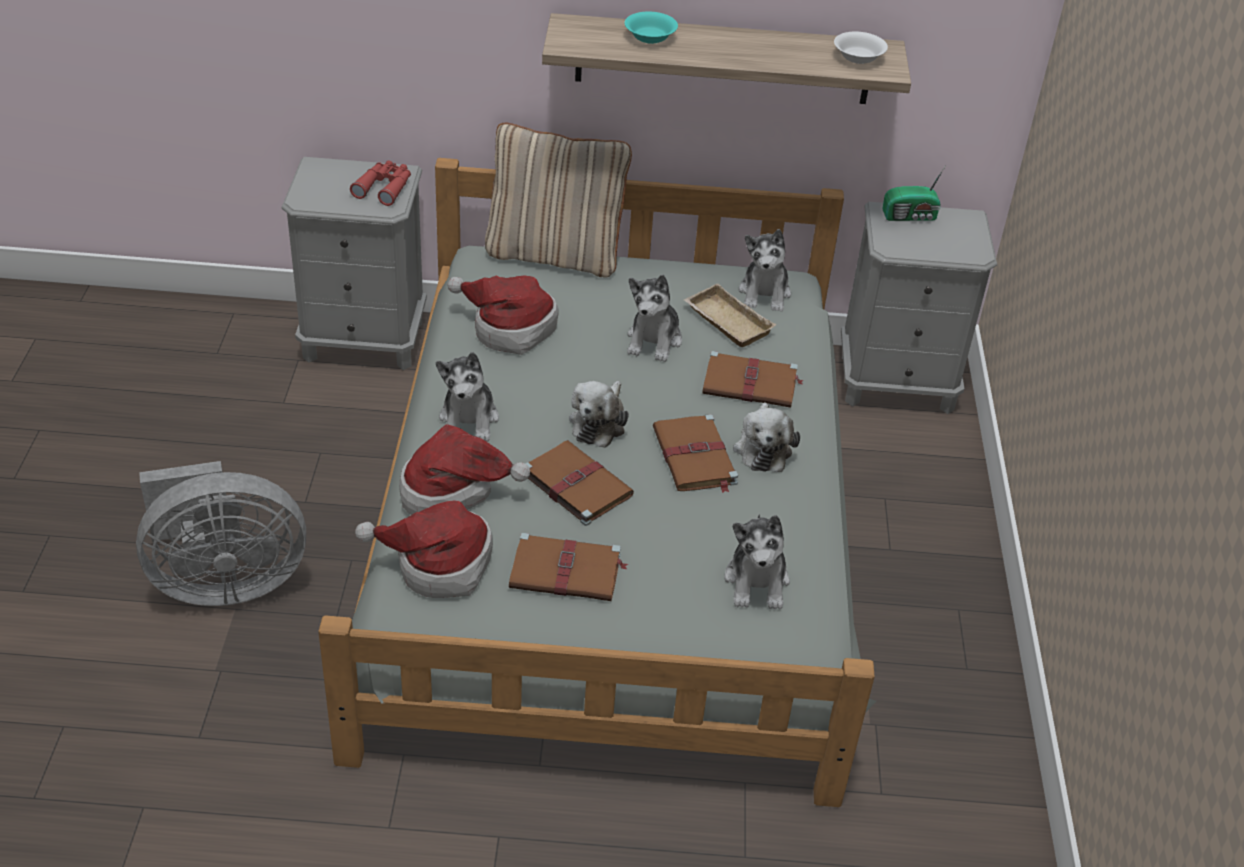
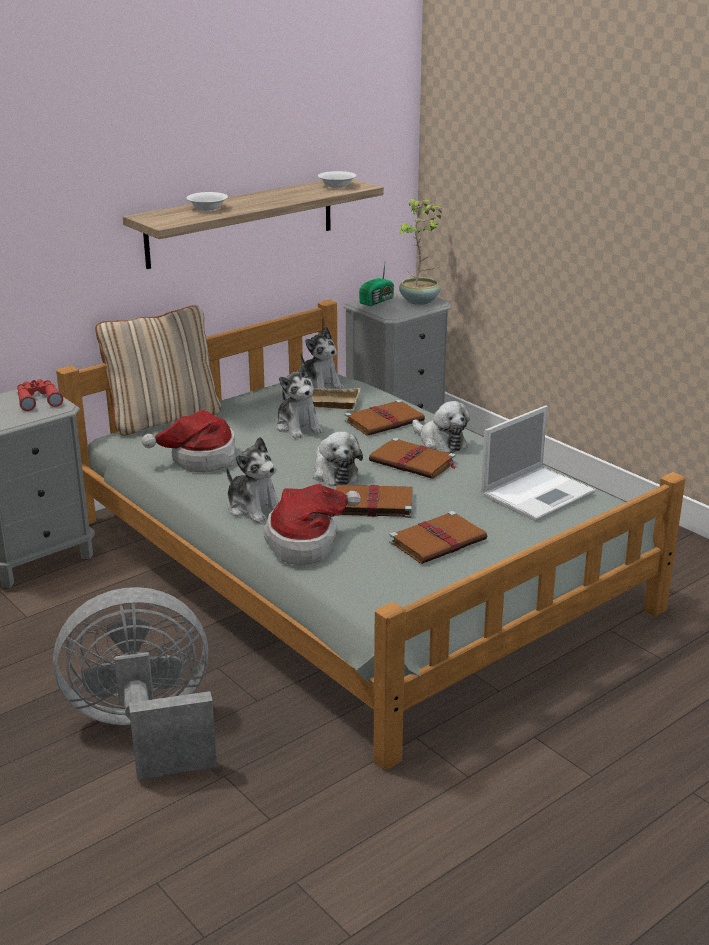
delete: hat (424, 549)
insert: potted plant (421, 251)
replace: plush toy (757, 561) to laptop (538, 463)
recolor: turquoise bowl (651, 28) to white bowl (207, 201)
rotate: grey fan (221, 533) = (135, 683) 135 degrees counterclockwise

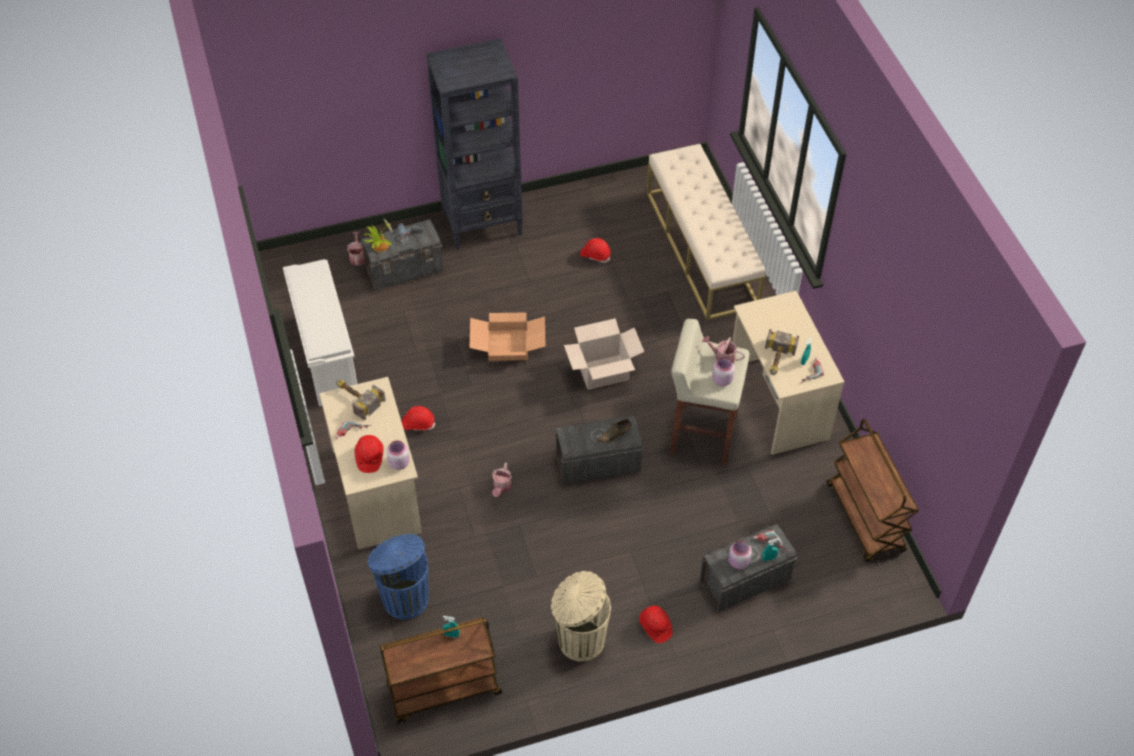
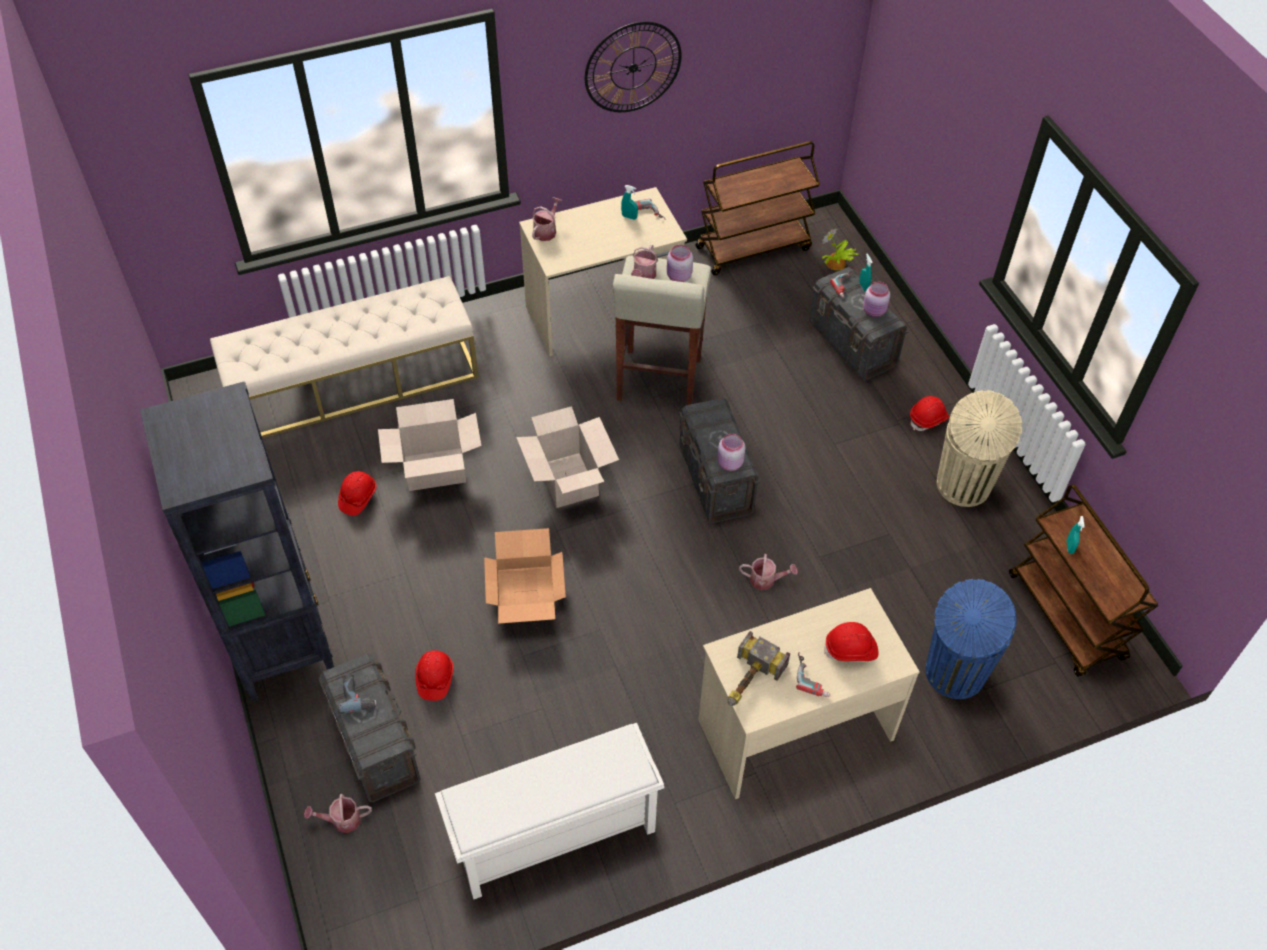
delete: brown shoe (614, 431); hammer (782, 352)
insert: cardboard box (429, 445); watering can (547, 219); wall clock (633, 67)
move: red hard hat (419, 418) to (434, 675); pink jar (398, 455) to (731, 452); potted plant (378, 235) to (840, 249)

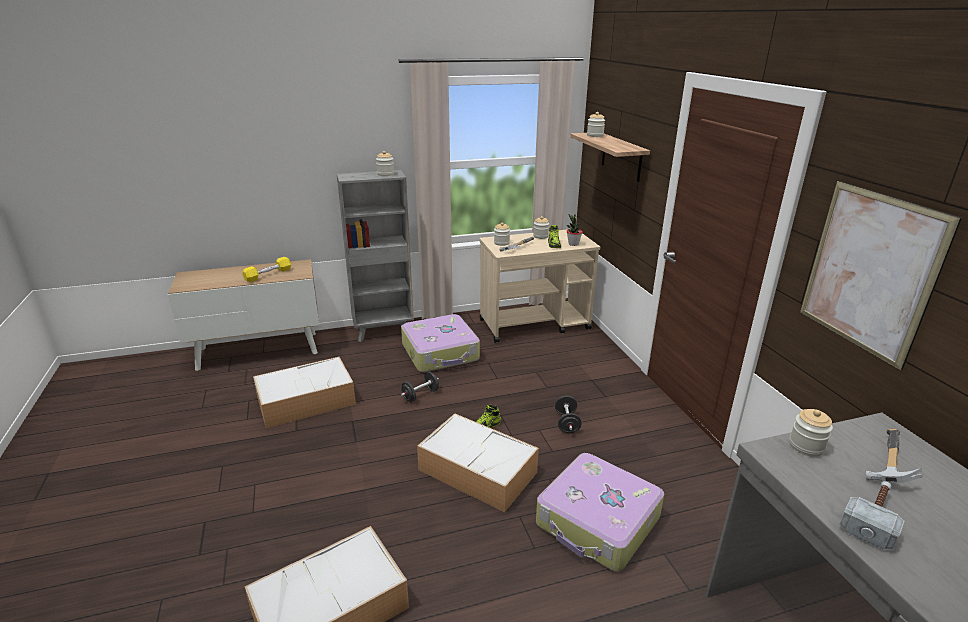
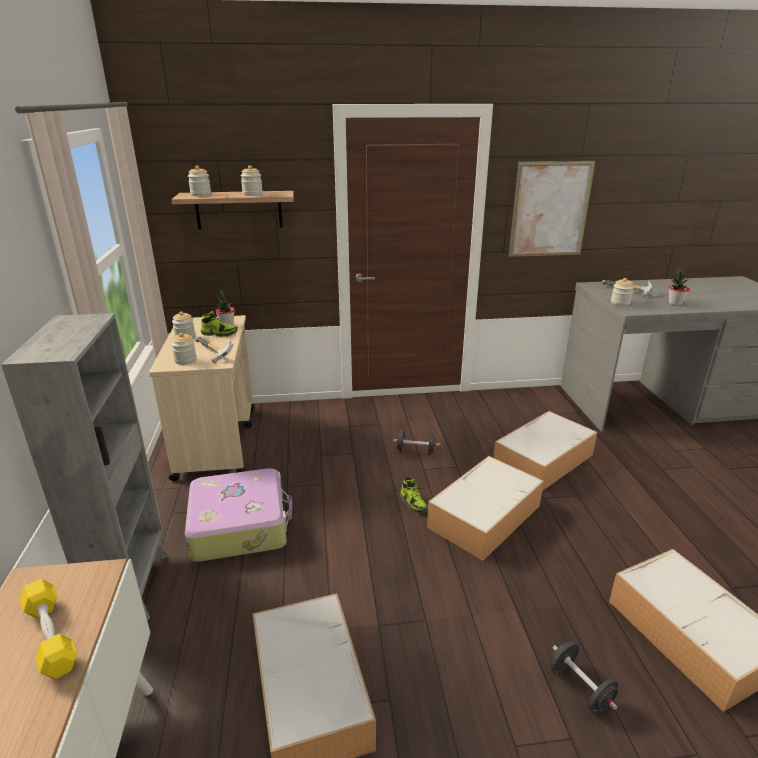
move: jar (385, 163) to (251, 180); black dumbbell (420, 387) to (584, 677)
replace: suitcase (600, 512) to storage box (545, 451); hammer (871, 515) to potted plant (679, 286)

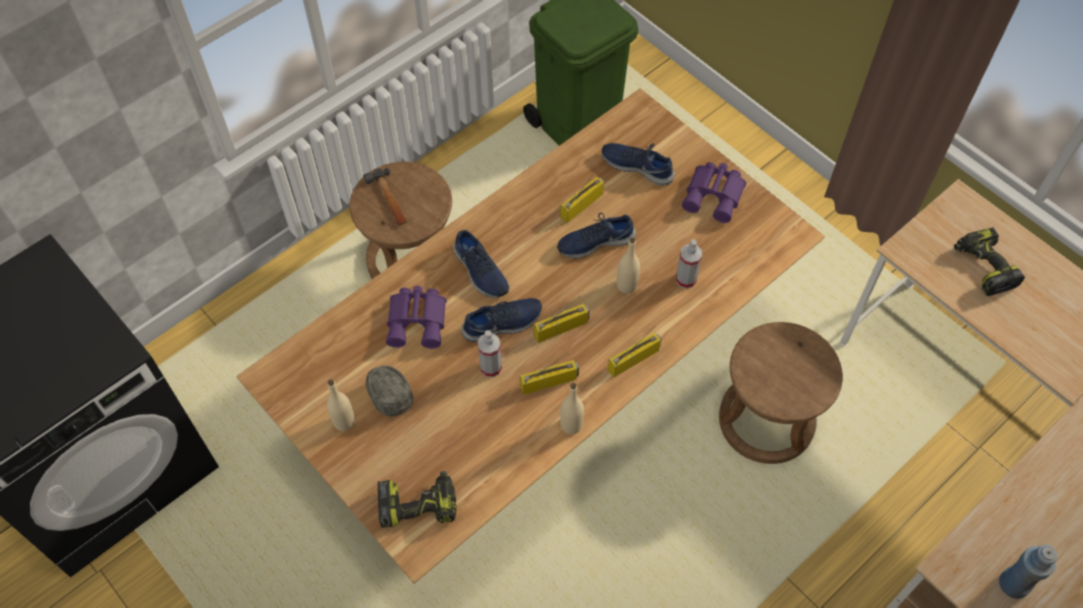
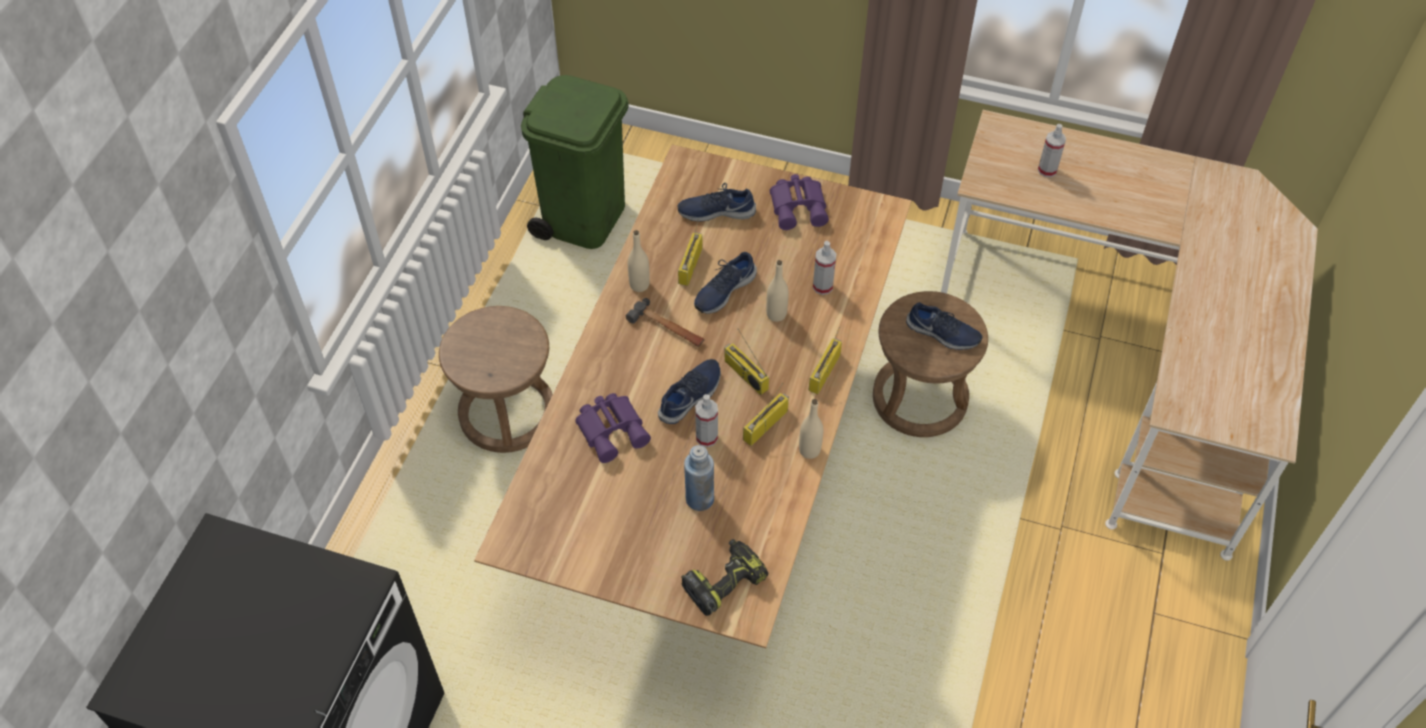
delete: grey cap (389, 391)
move: hammer (385, 196) to (665, 322); beige bottle (341, 405) to (639, 261); blue bottle (1028, 571) to (699, 478); blue shoe (481, 264) to (944, 326)
replace: power drill (989, 261) to spray bottle (1052, 150)
rotate: radio (562, 319) = (746, 362) 75 degrees counterclockwise

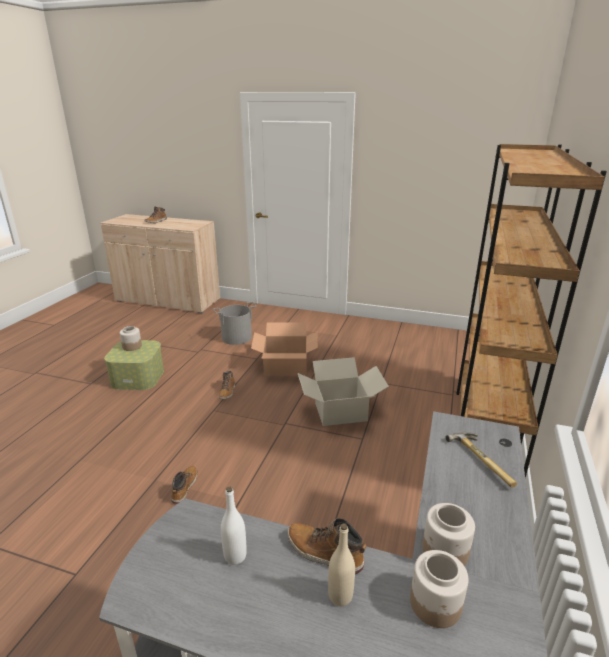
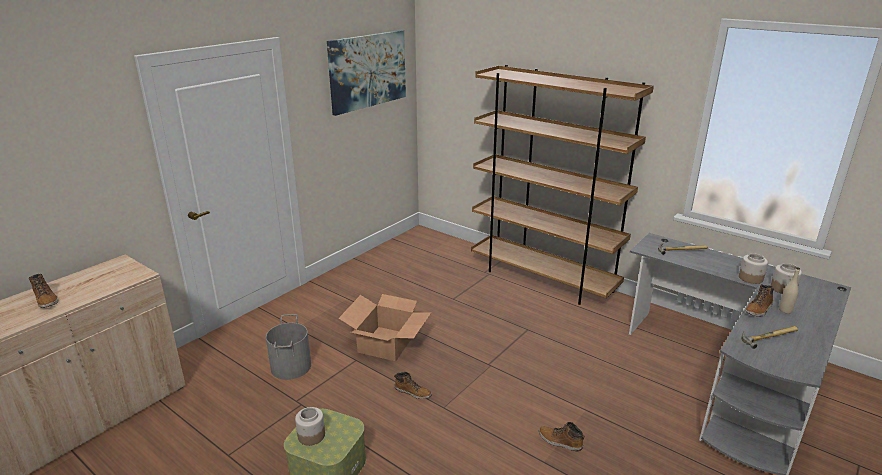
delete: cardboard box (343, 391)
insert: picture (366, 73)
replace: white bottle (234, 526) to hammer (769, 337)

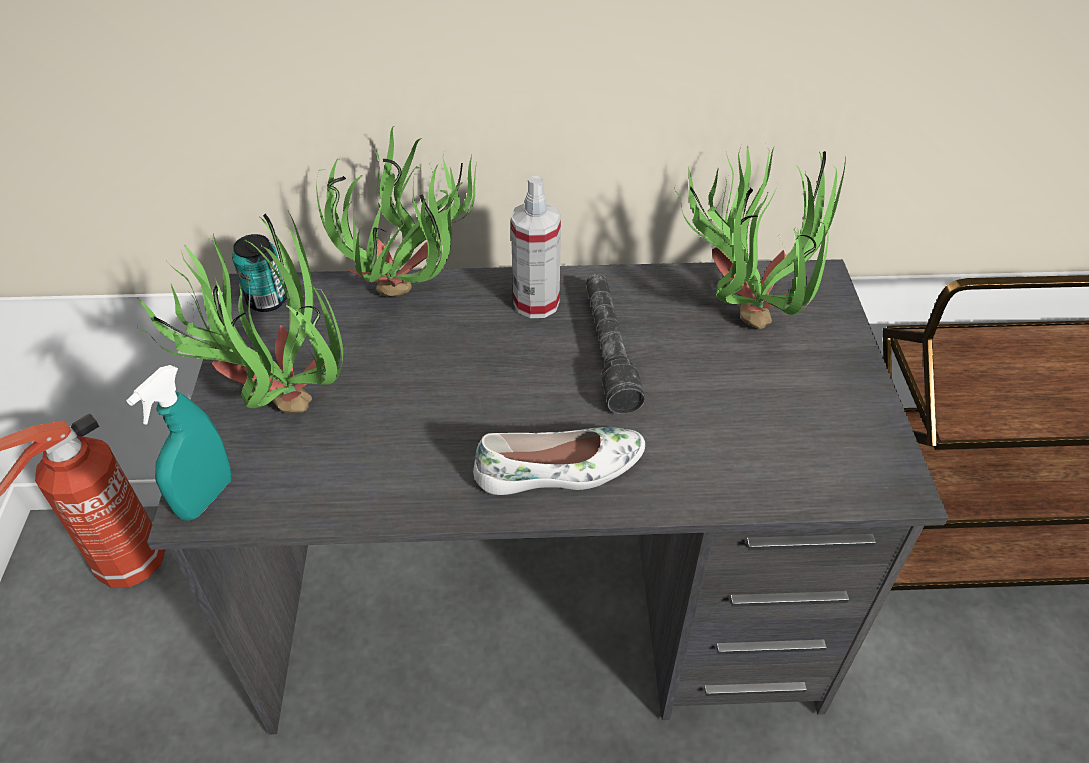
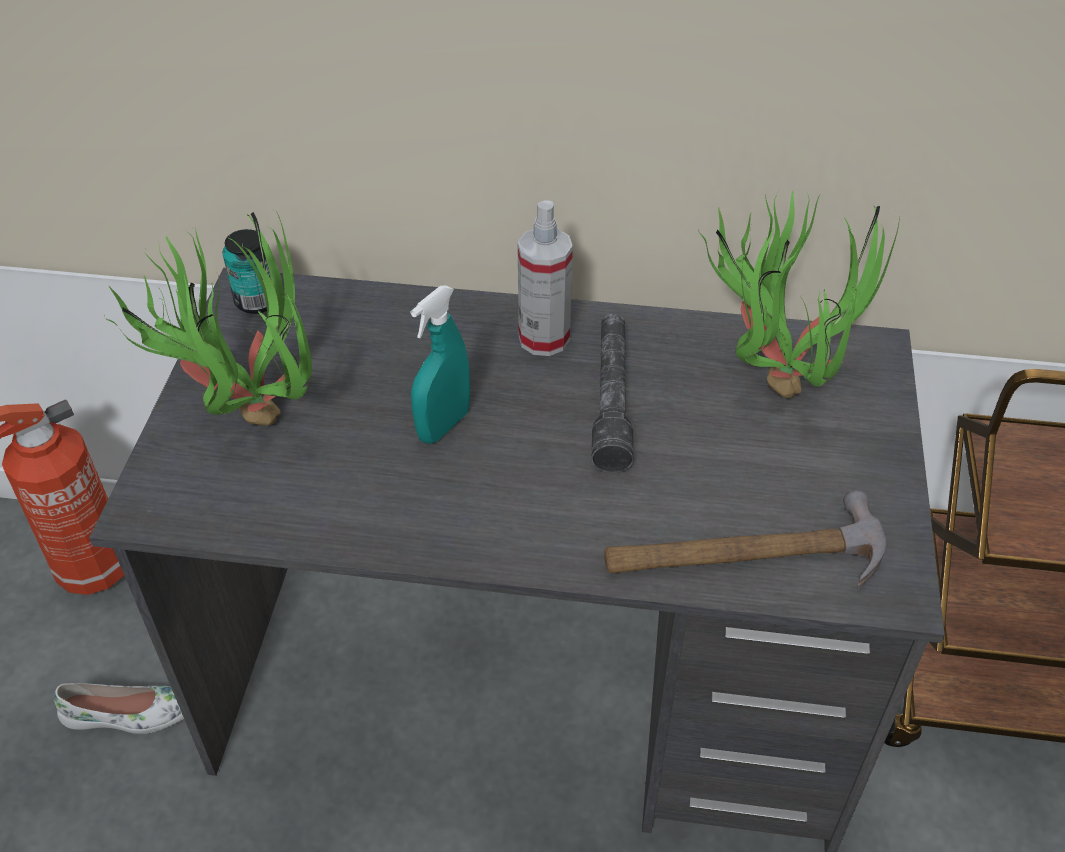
delete: potted plant (396, 211)
insert: hammer (745, 540)
move: white shoe (559, 461) to (119, 708); turquoise spray bottle (178, 443) to (440, 364)

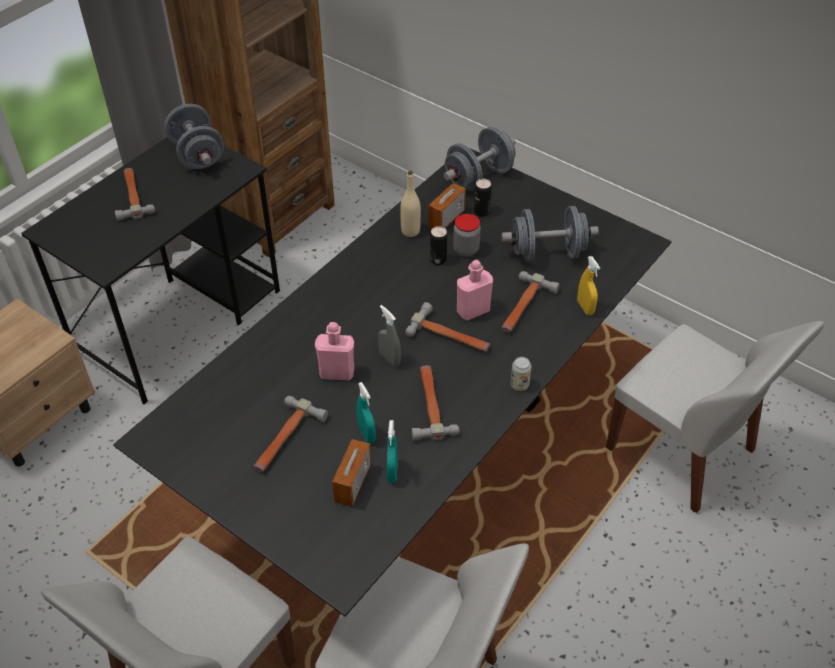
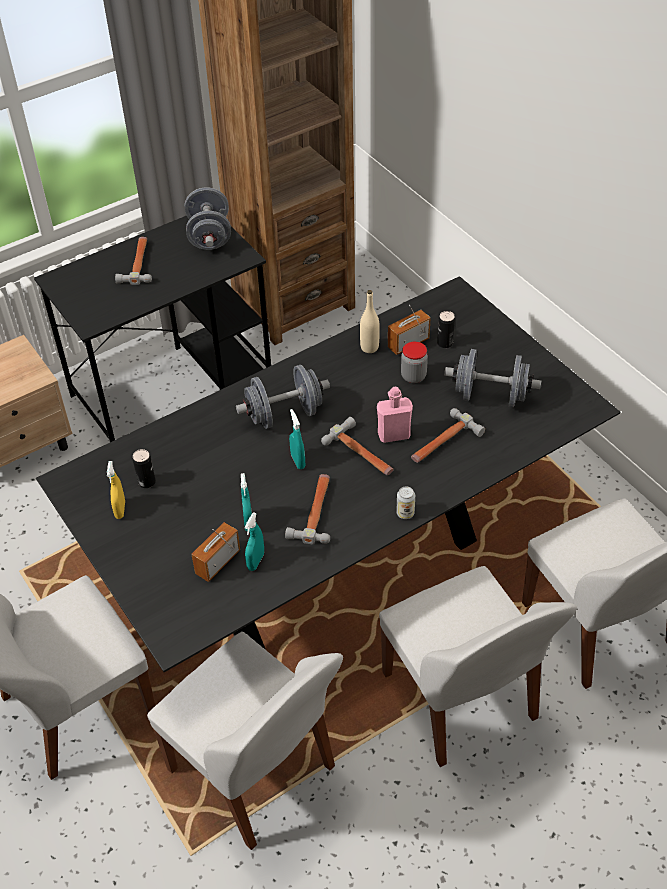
delete: hammer (290, 434); pink bottle (334, 351)
insert: white chair (478, 666)
move: yellow spray bottle (588, 285) to (116, 490); can (438, 245) to (144, 468); grey dumbbell (480, 158) to (283, 397)
recolor: grey spray bottle (389, 336) to turquoise spray bottle (297, 439)

